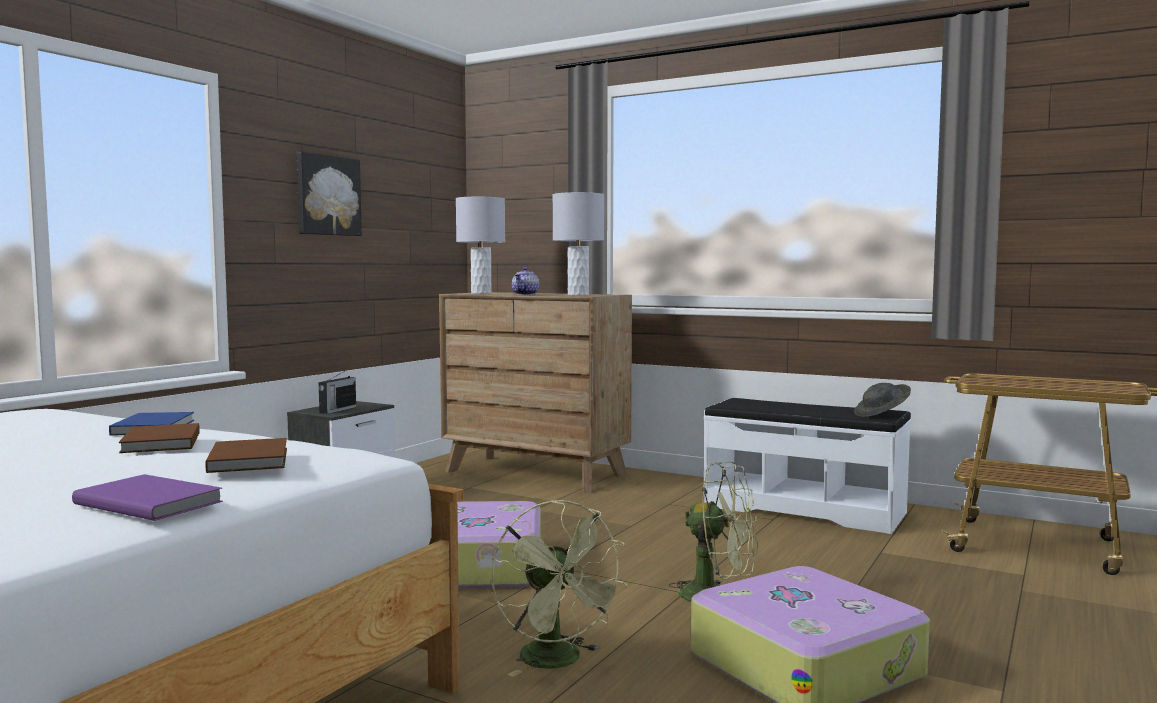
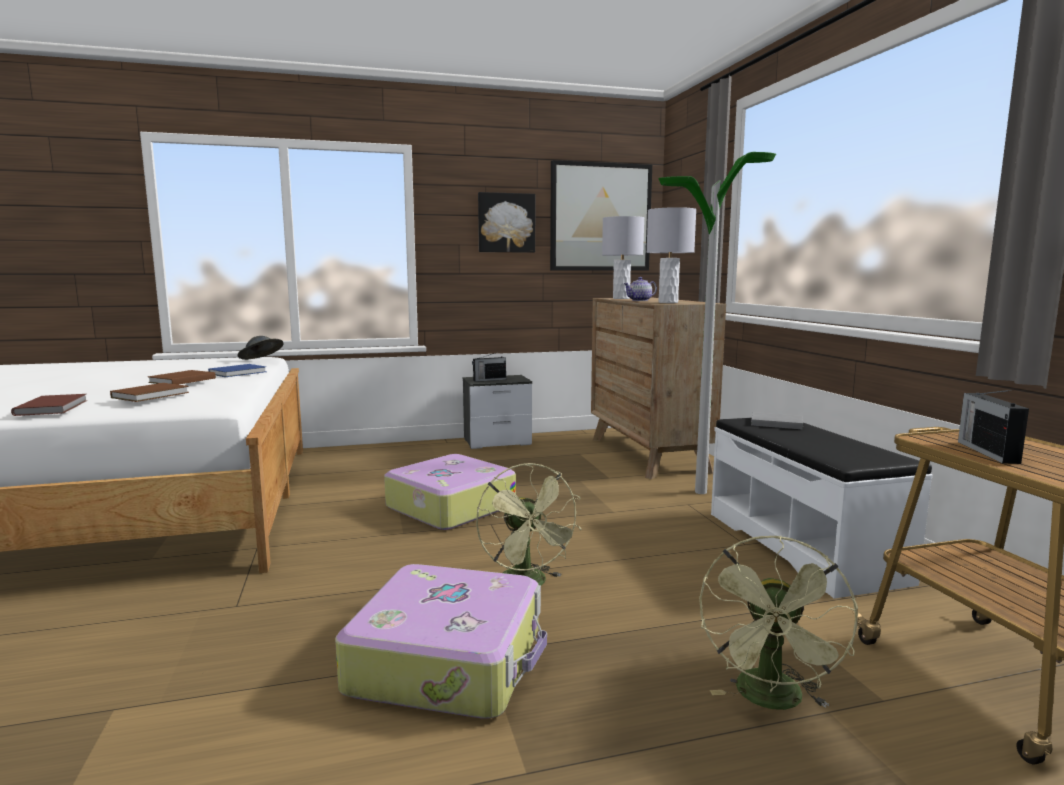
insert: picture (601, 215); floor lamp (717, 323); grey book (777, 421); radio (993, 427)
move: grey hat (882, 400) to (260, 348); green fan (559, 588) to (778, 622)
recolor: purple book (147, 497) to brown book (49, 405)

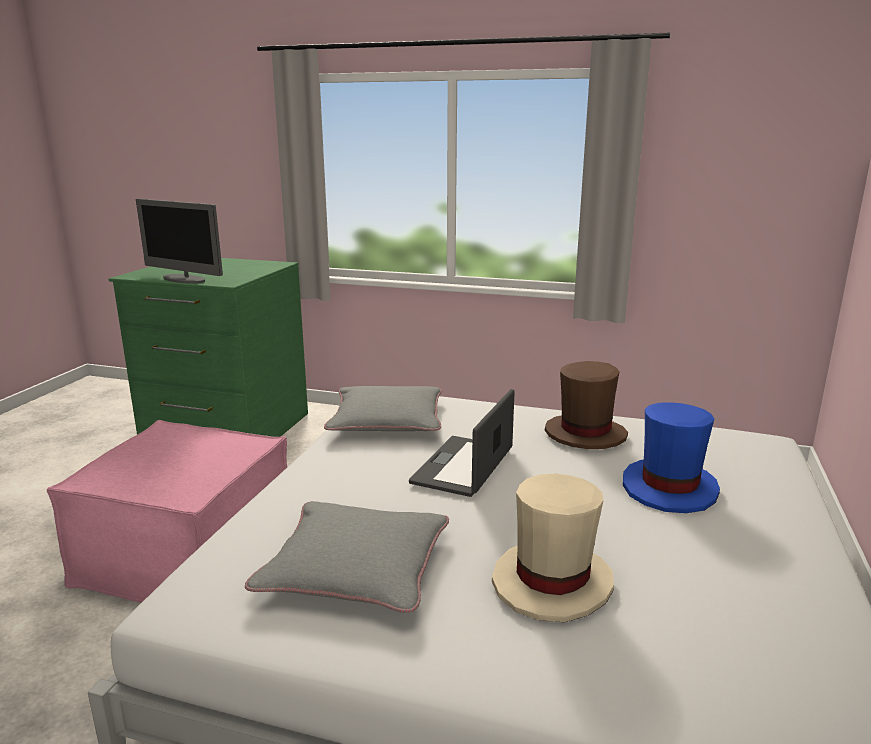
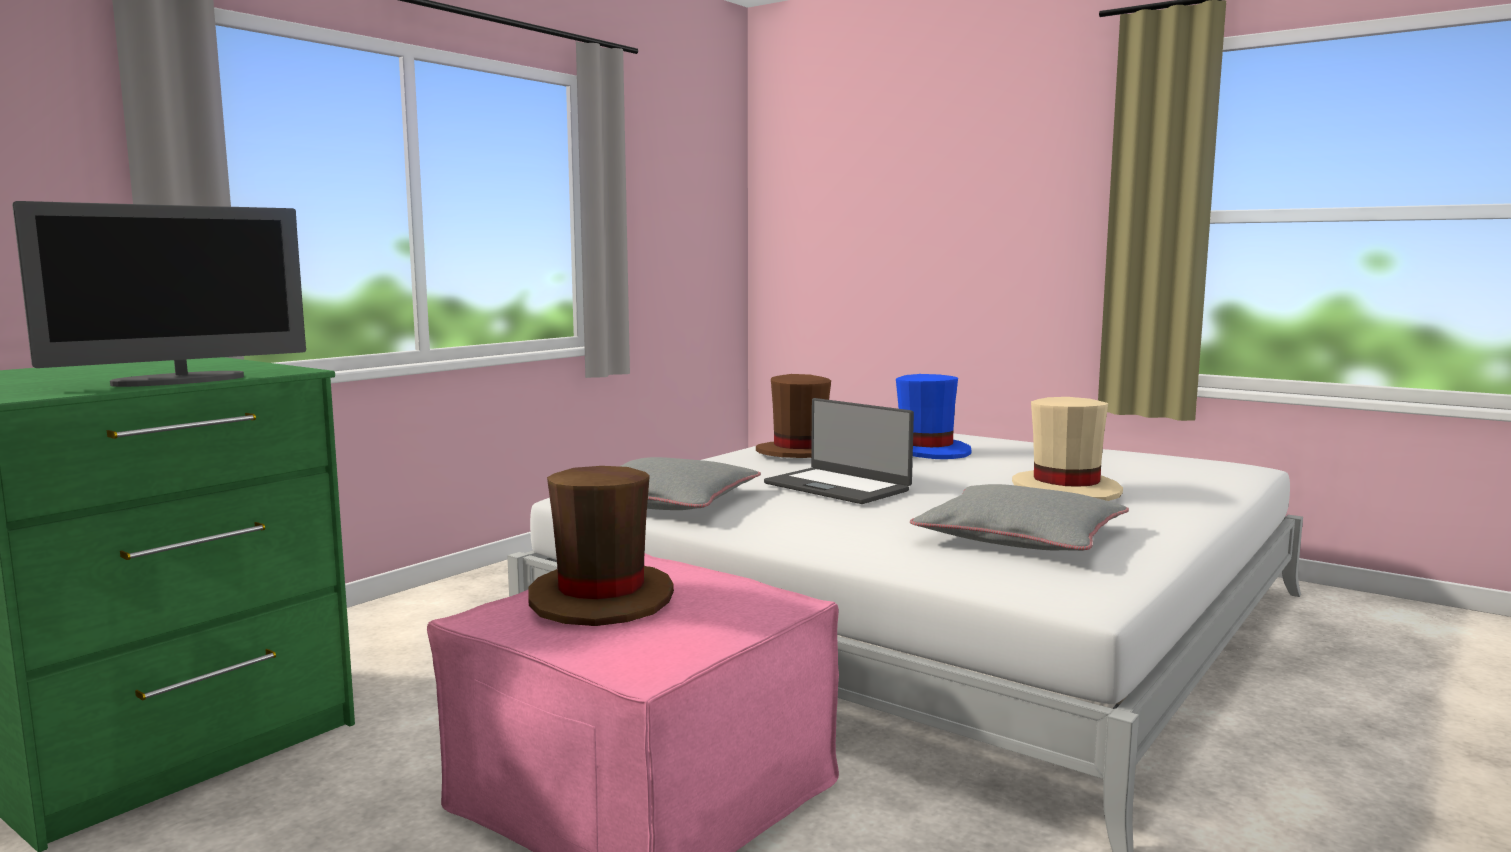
insert: brown hat (601, 546)

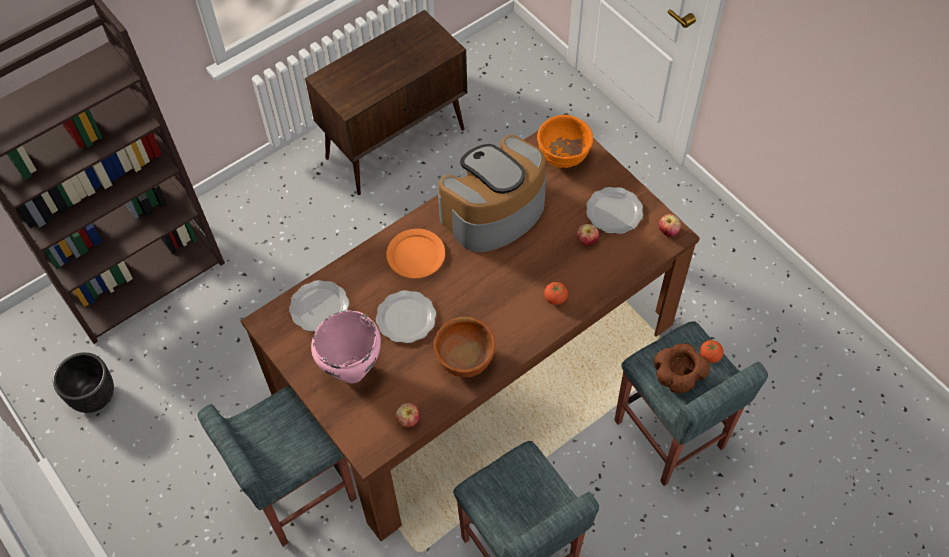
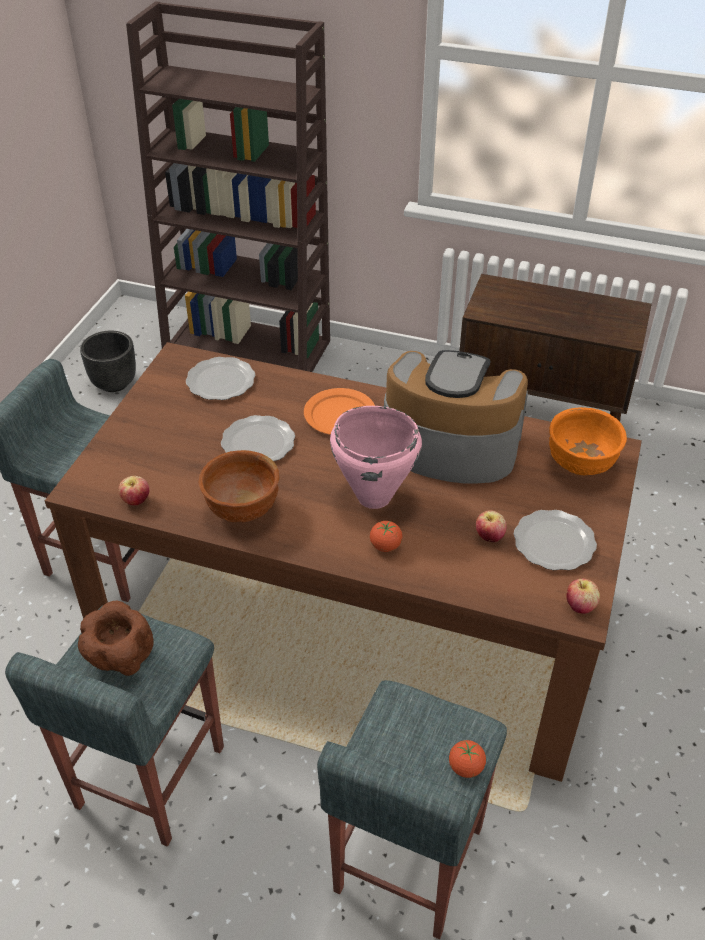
move: brown bowl (682, 368) to (116, 638); pink cooking pot (346, 347) to (376, 457)

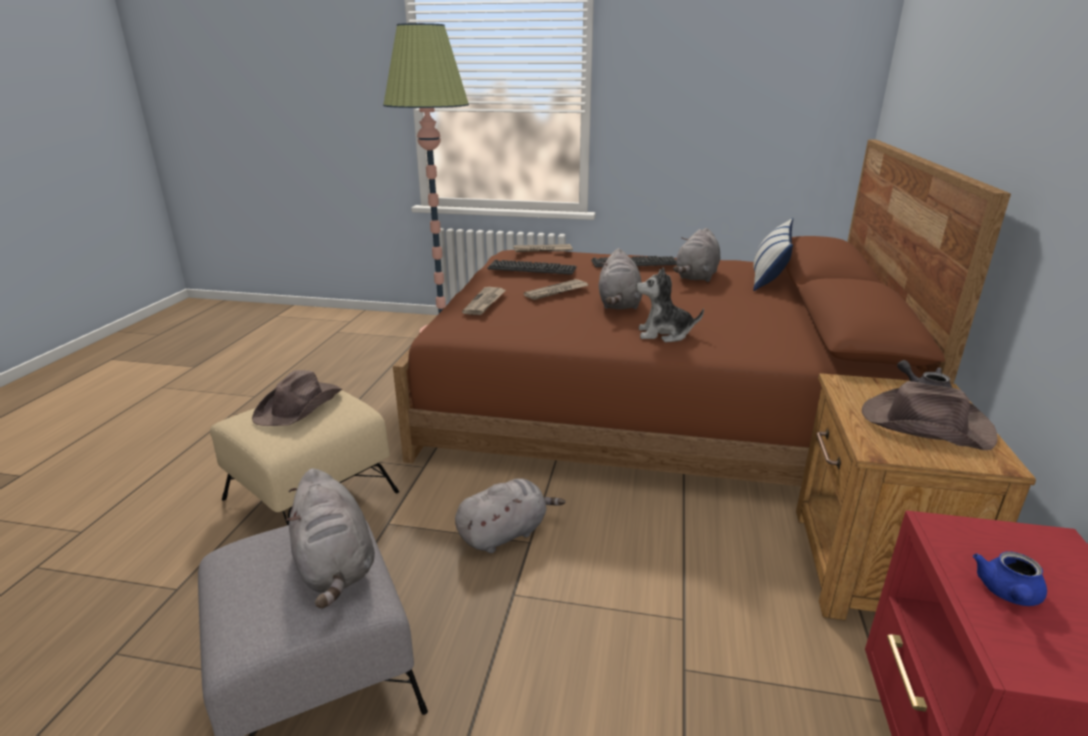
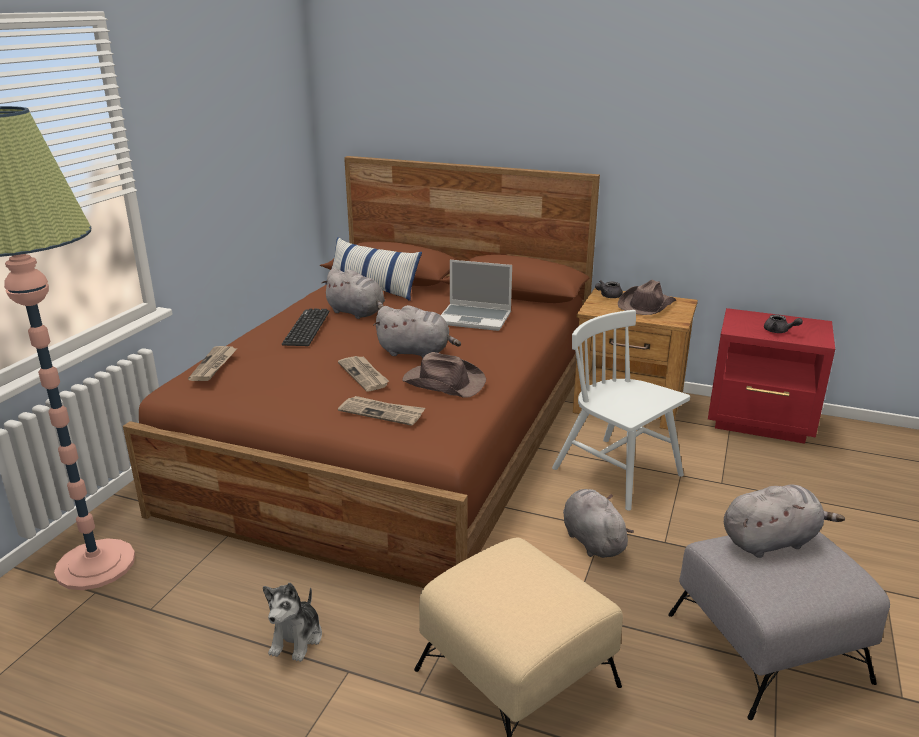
delete: keyboard (532, 267)
insert: laptop (476, 295); white chair (621, 410)
move: plush toy (670, 305) to (292, 622); brown hat (297, 398) to (444, 375)
recolor: blue teapot (1010, 578) to grey teapot (783, 324)

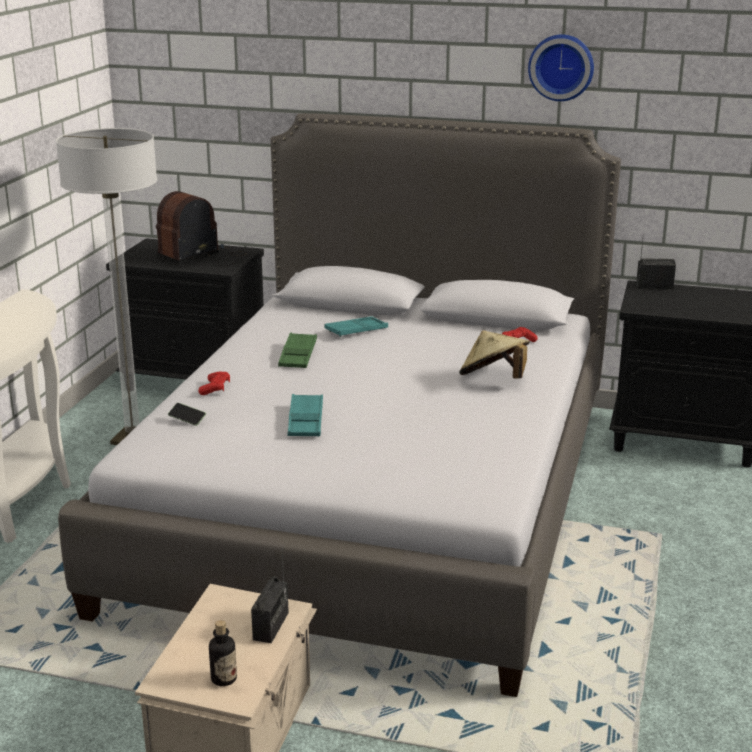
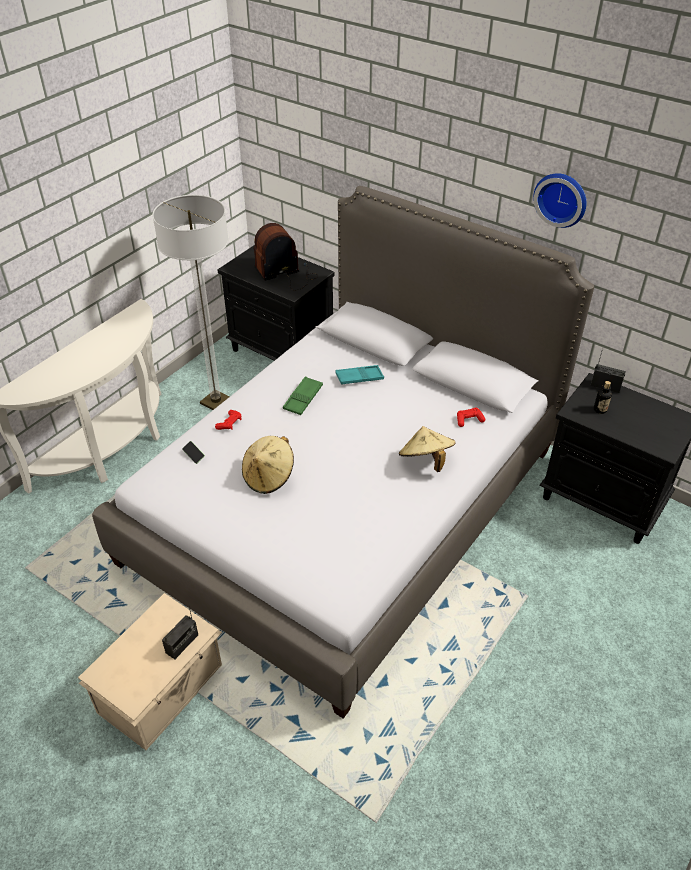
move: bottle (223, 653) to (603, 397)
replace: turquoise tray (305, 415) to beige hat (268, 465)

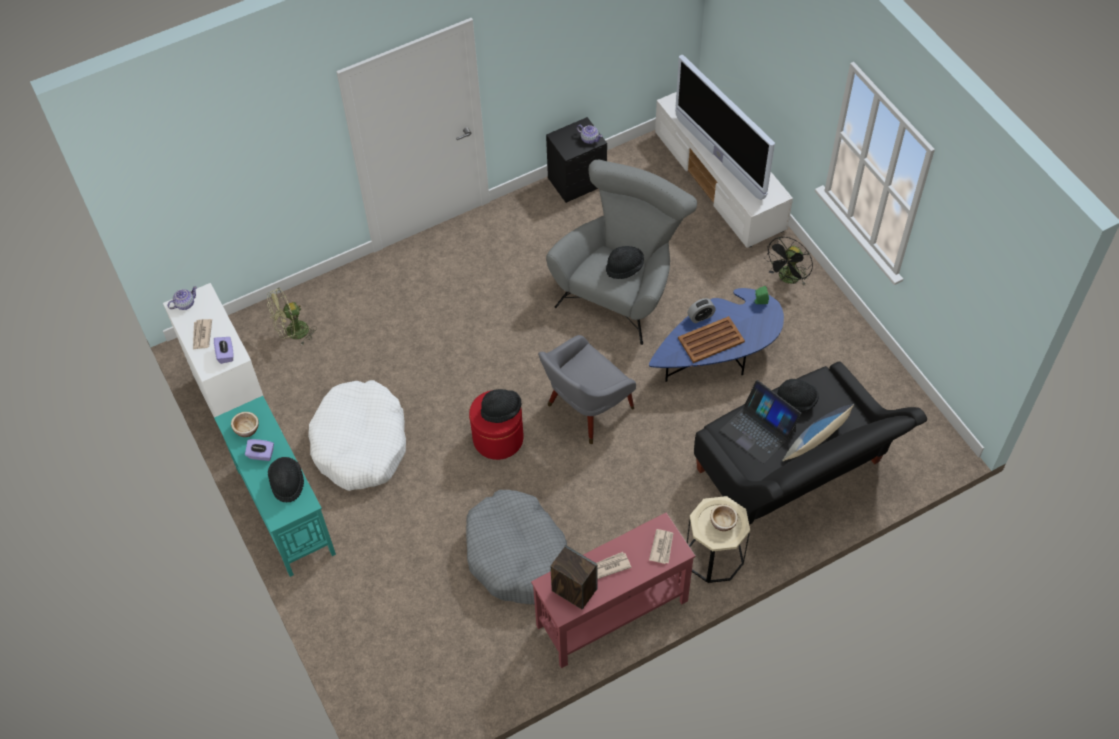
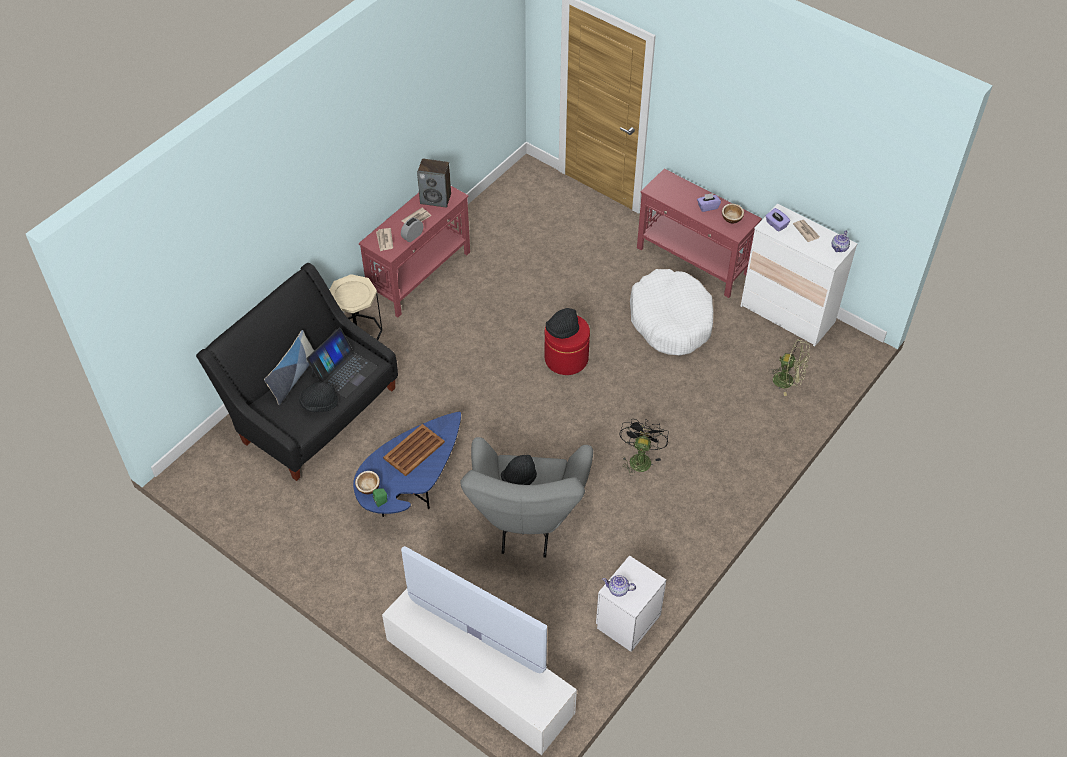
delete: black hat (286, 479); grey dog bed (516, 547); grey armchair (587, 389)
move: bowl (724, 517) to (367, 482); alarm clock (701, 310) to (412, 229); black fan (788, 260) to (643, 447)
recolor: black nightstand (576, 160) to white nightstand (631, 603); turquoise console table (275, 486) to red console table (699, 233)
rotate: laptop (760, 422) = (342, 363) 105 degrees clockwise; green fan (292, 317) = (789, 367) 75 degrees clockwise

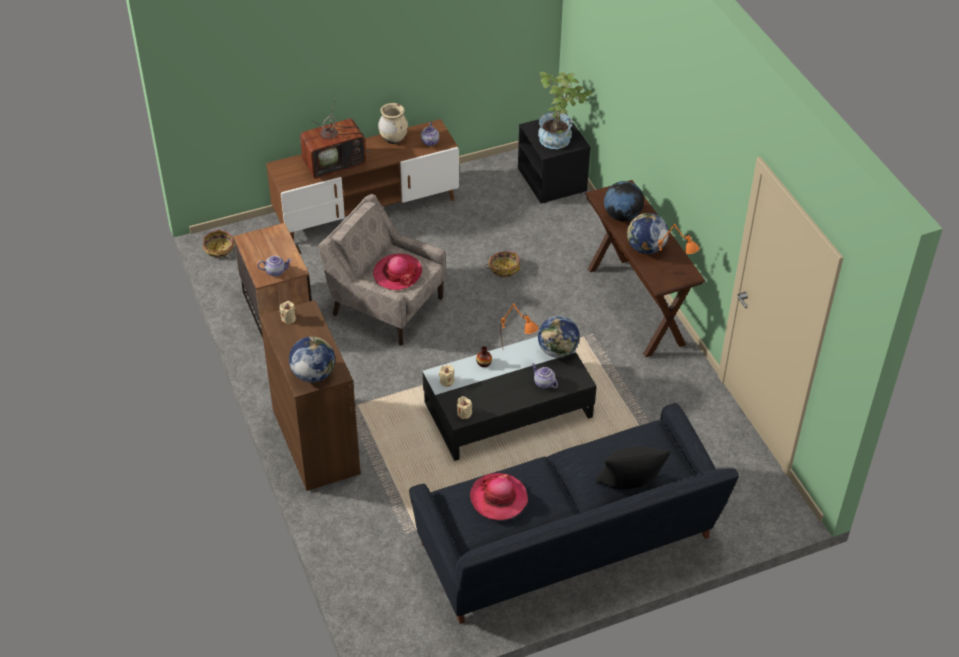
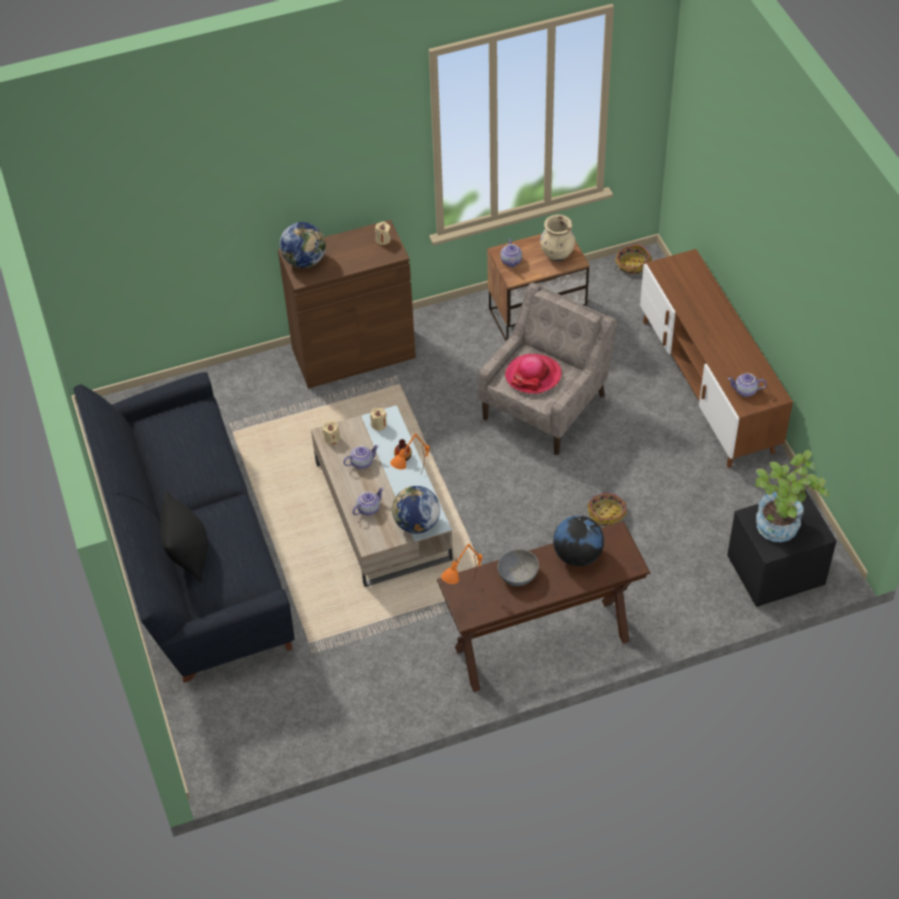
delete: television (335, 138); hat (499, 496)
insert: teapot (361, 457)
move: beige vase (393, 123) to (557, 237)
replace: globe (648, 233) to grey bowl (518, 567)
recolor: black coffee table (510, 399) to beige coffee table (382, 496)

